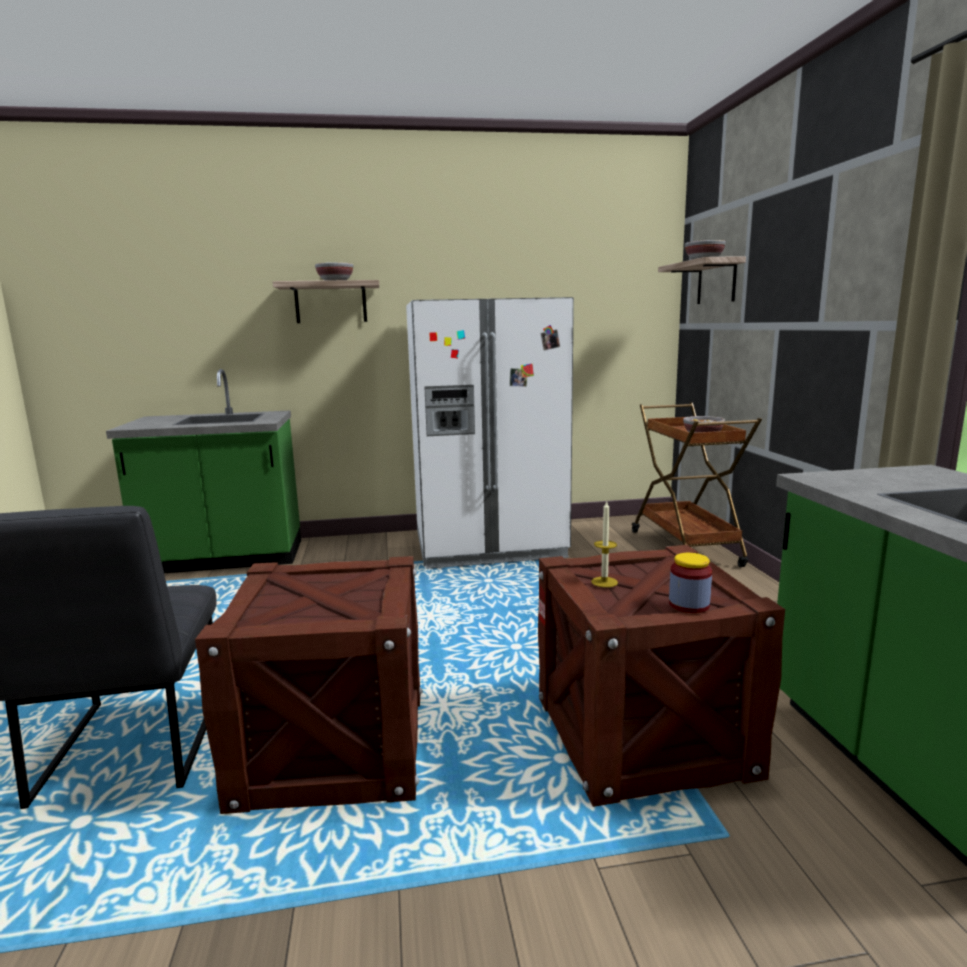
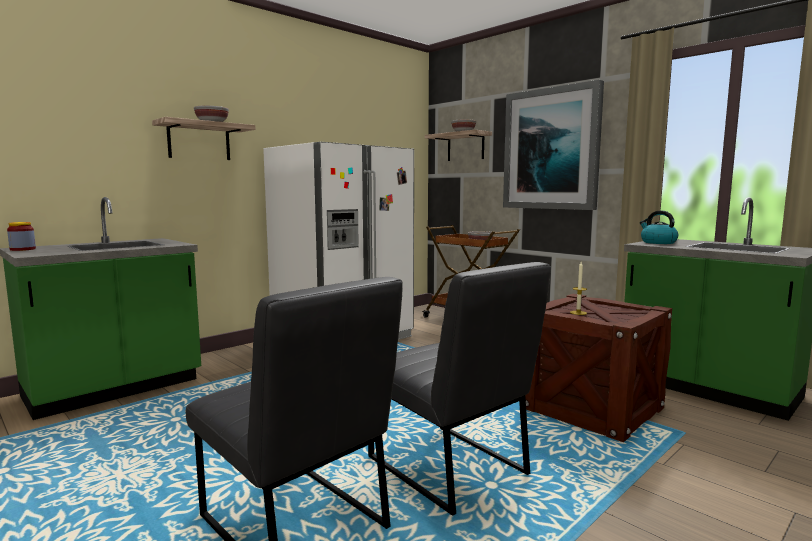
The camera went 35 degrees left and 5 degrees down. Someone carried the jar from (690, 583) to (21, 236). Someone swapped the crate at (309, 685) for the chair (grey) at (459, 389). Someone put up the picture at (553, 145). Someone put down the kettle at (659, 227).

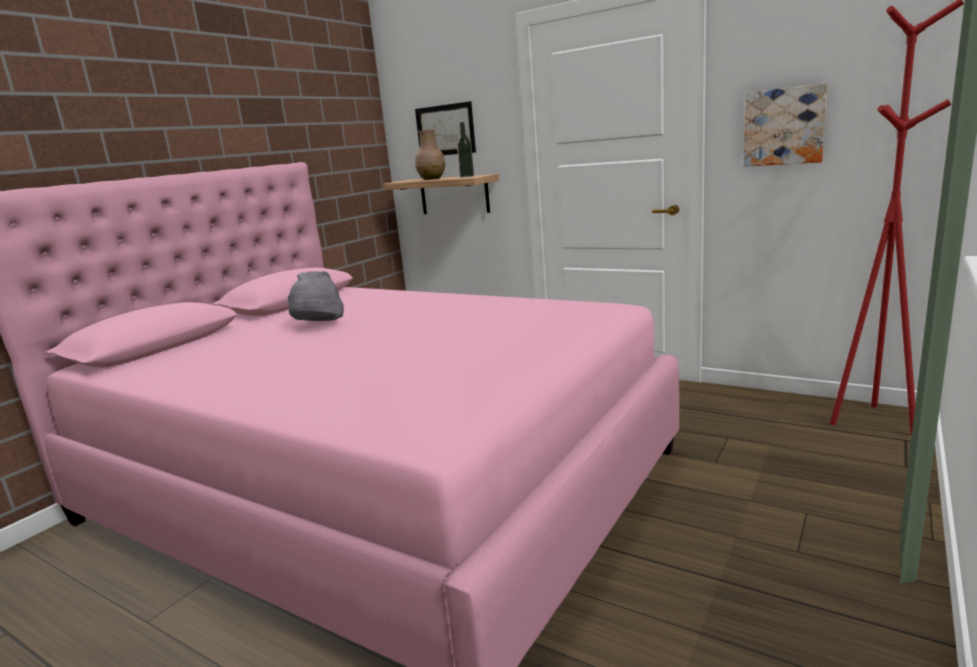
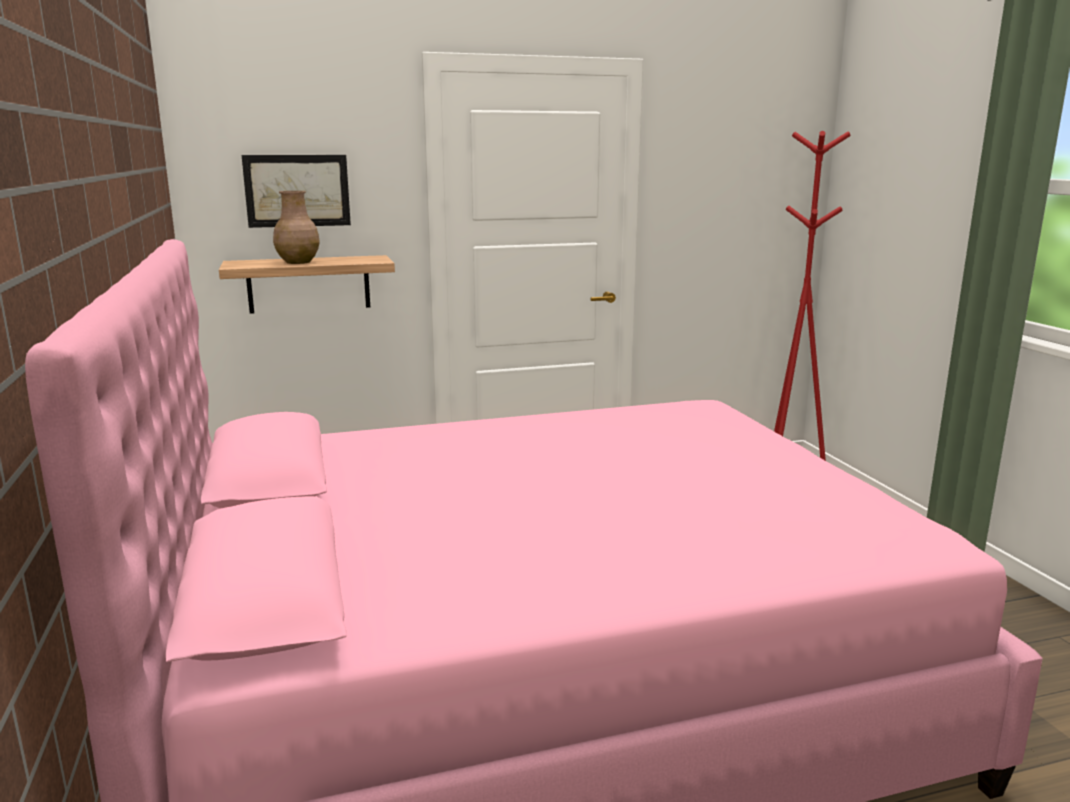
The camera went 50 degrees left and 0 degrees up. Someone took away the hat (grey) at (316, 296). Someone took away the bottle at (465, 149). Someone took away the picture at (785, 125).

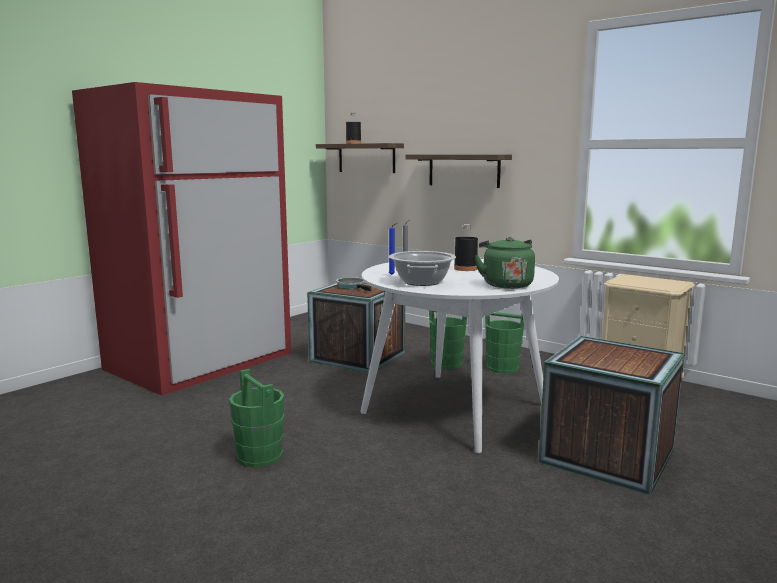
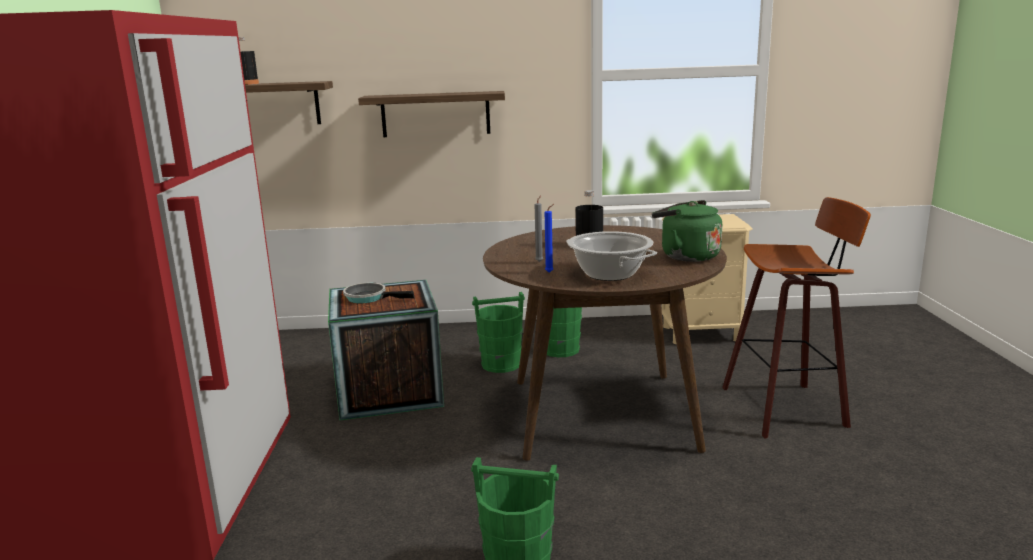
The camera went 40 degrees left and 5 degrees up. Someone repainted the dining table (white) at (459, 356), which became the dining table (brown) at (605, 343). Someone swapped the crate at (611, 415) for the stool at (796, 318).

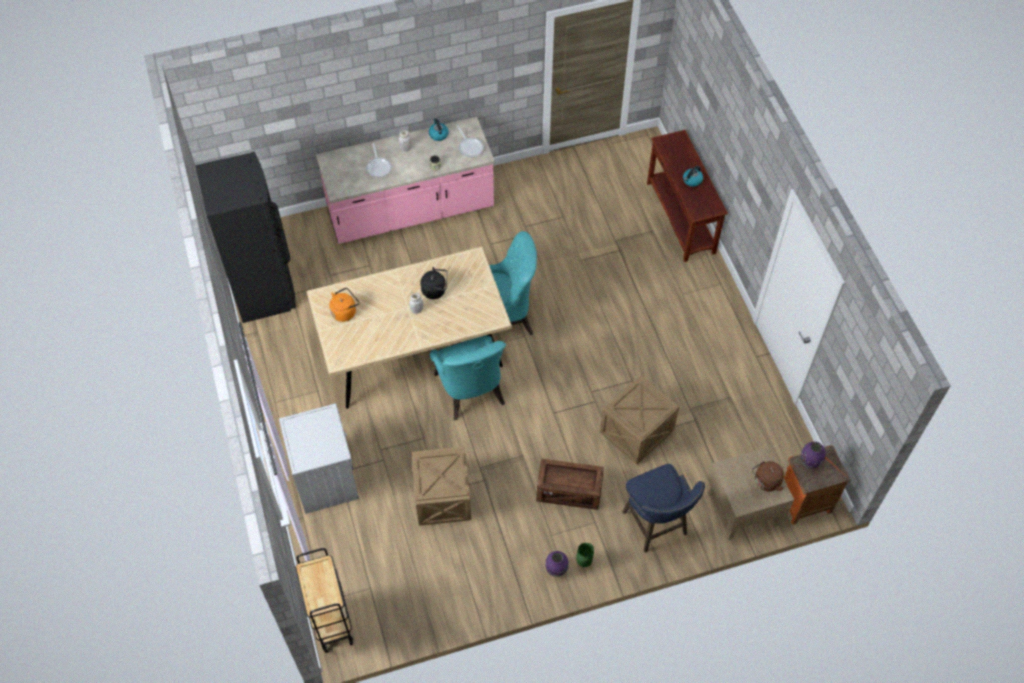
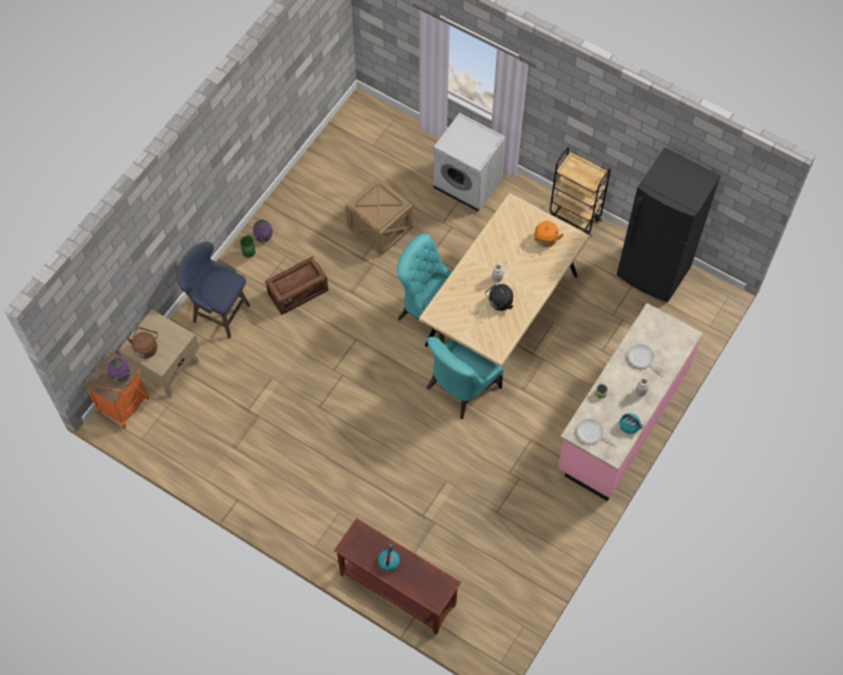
The camera went 140 degrees right and 5 degrees up. Someone carried the cart (brown) from (324, 600) to (580, 191). Someone took away the crate at (639, 419).

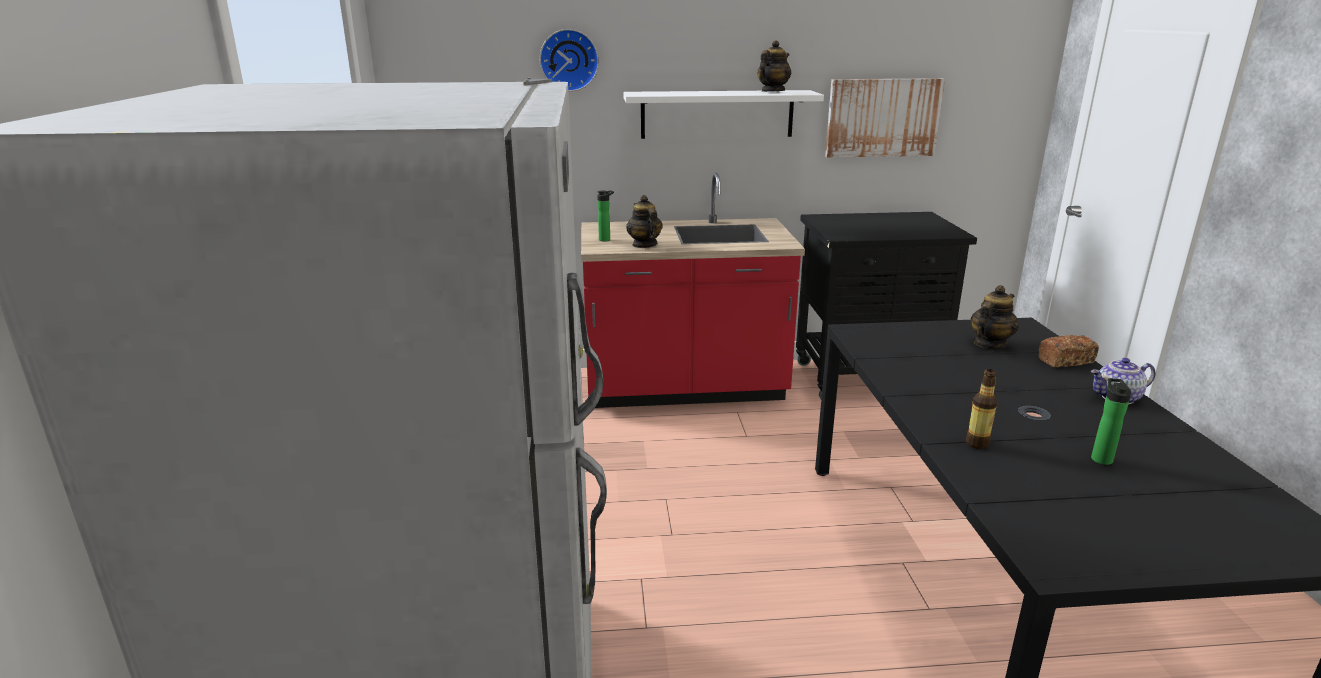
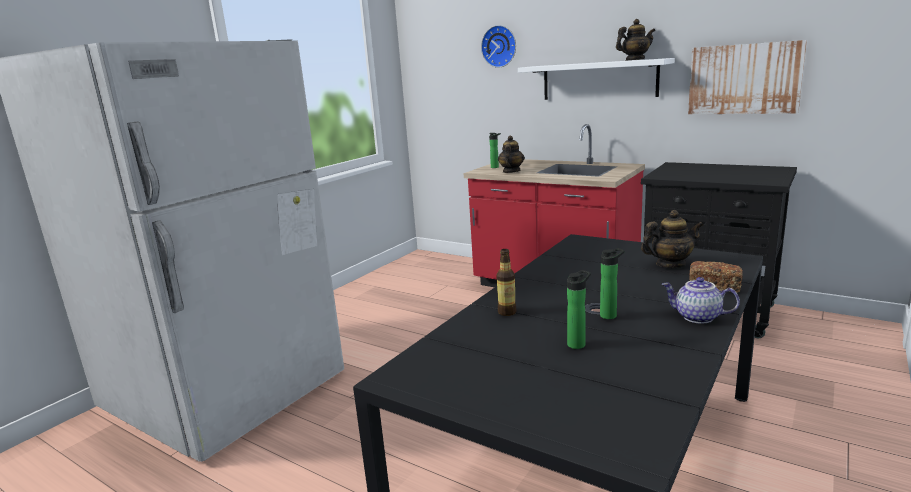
The camera went 40 degrees right and 5 degrees down. Someone put down the bottle at (612, 283).

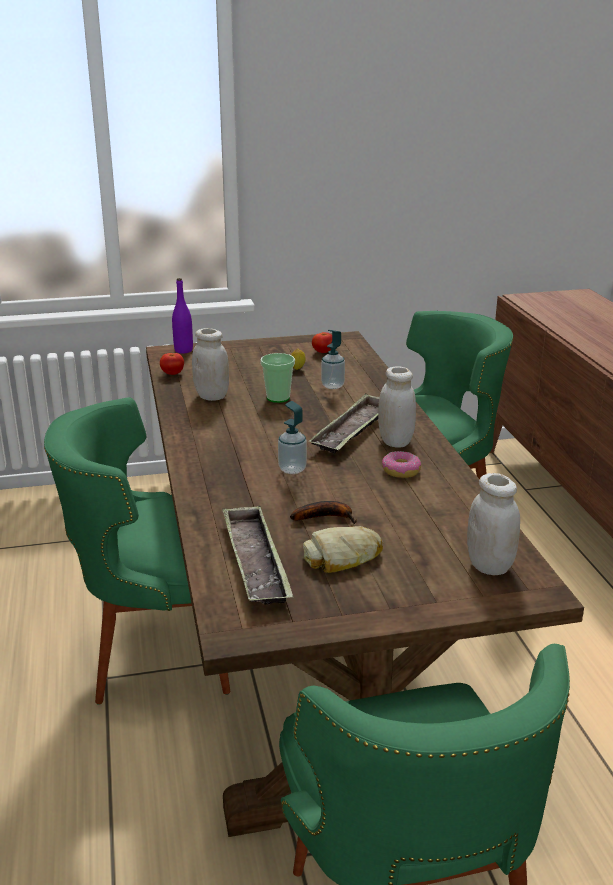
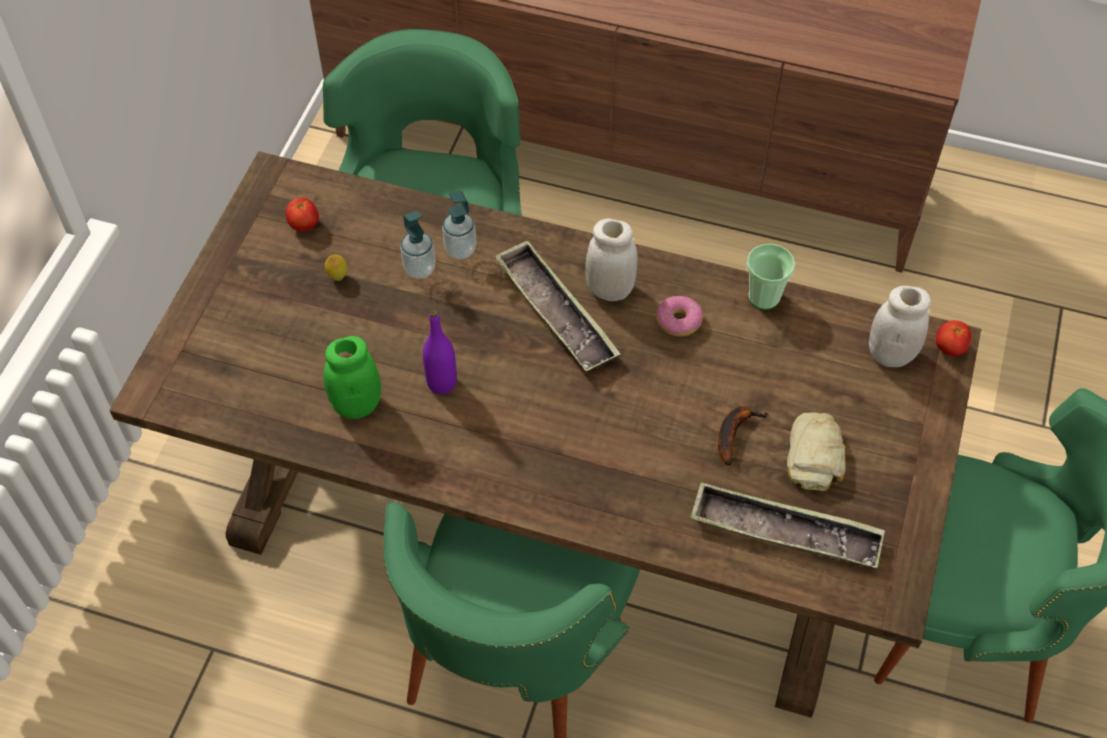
The camera went 60 degrees left and 30 degrees up. Someone repainted the jar (white) at (210, 364), which became the jar (green) at (352, 377). Someone carried the bottle (purple) from (182, 316) to (440, 352). Someone carried the soap dispenser from (292, 437) to (459, 225). Someone carried the cup from (277, 378) to (771, 277). Someone carried the tomato from (172, 364) to (953, 338).

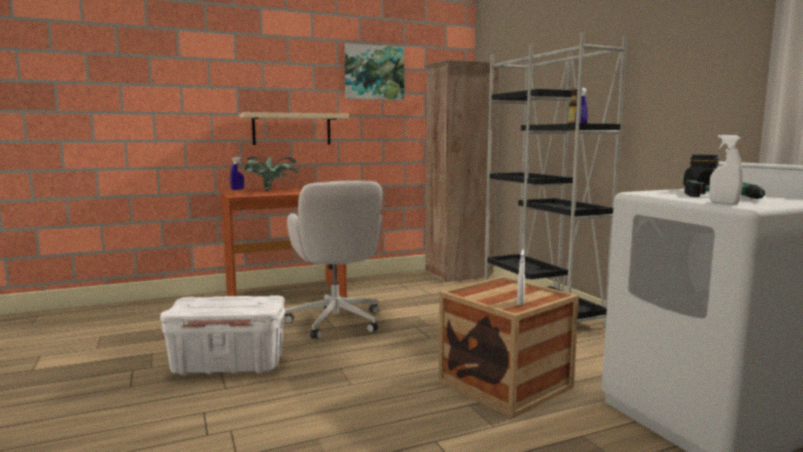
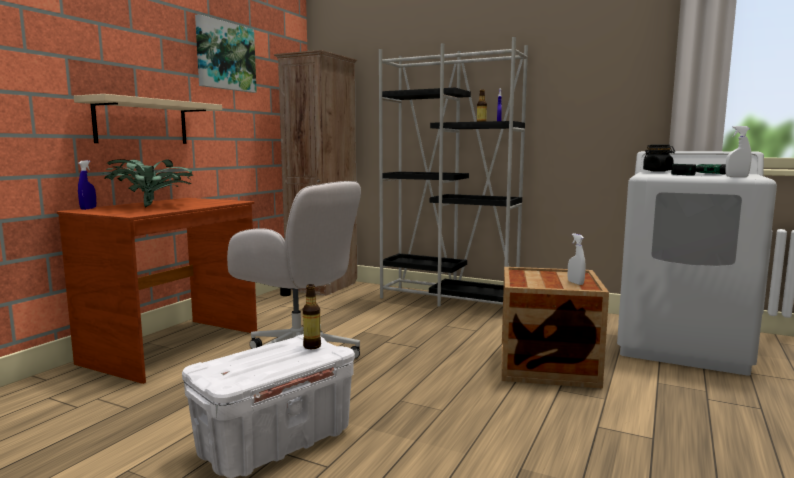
The camera went 40 degrees left and 0 degrees up. Someone put down the bottle at (312, 316).

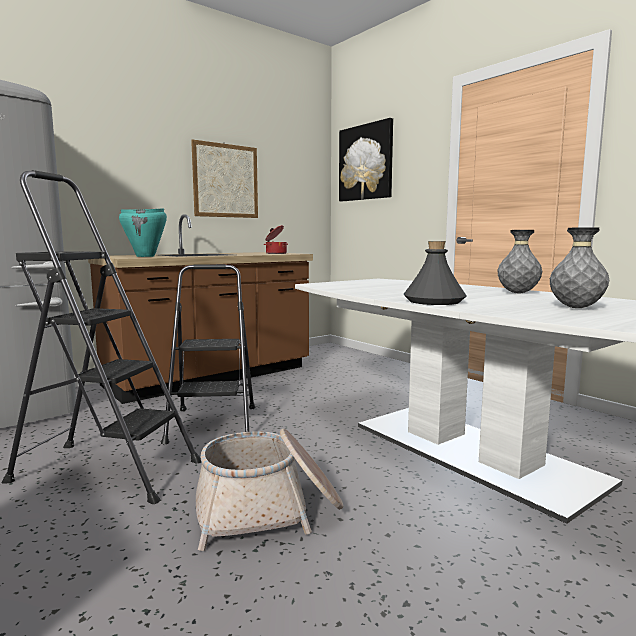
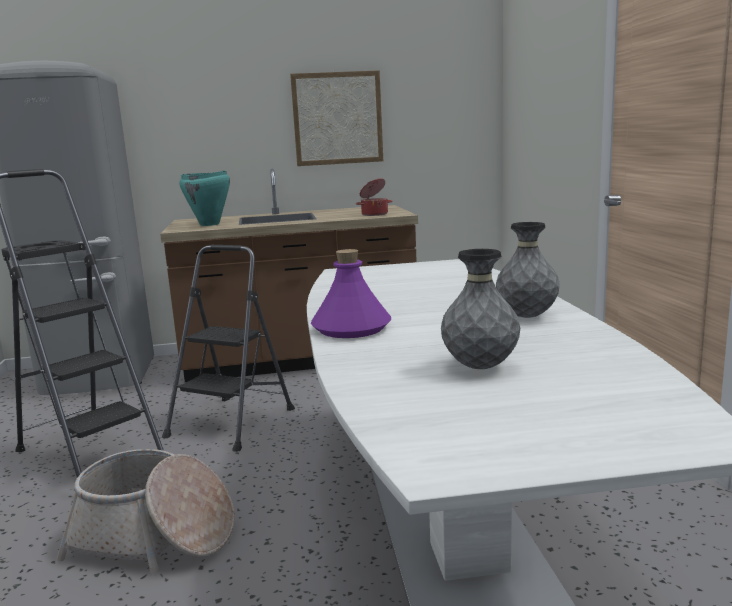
The camera went 30 degrees right and 5 degrees up. Someone repainted the bottle (grey) at (435, 273), which became the bottle (purple) at (351, 293). Someone took away the picture at (366, 159).

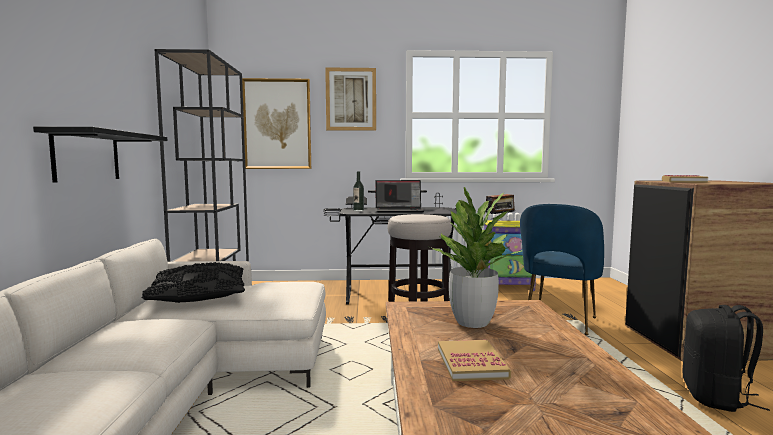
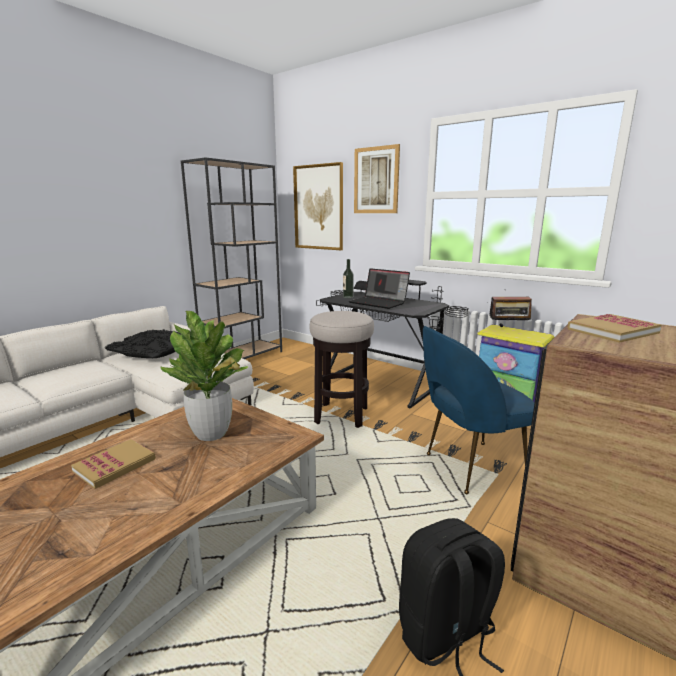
The camera went 40 degrees right and 10 degrees up. Someone took away the shelf (black) at (100, 155).

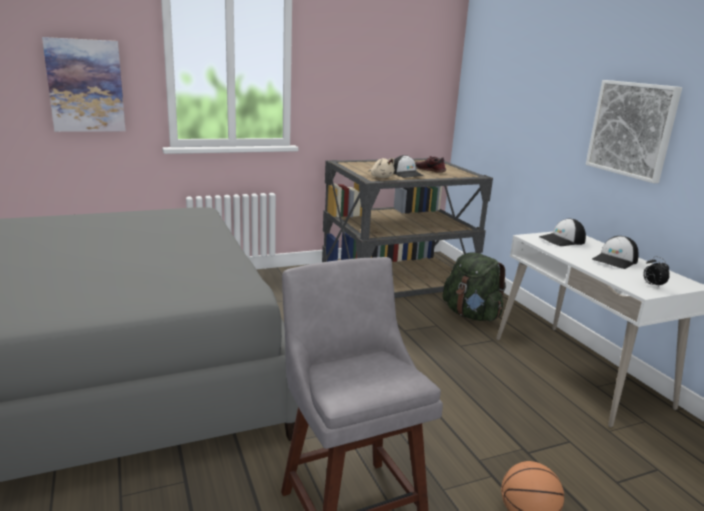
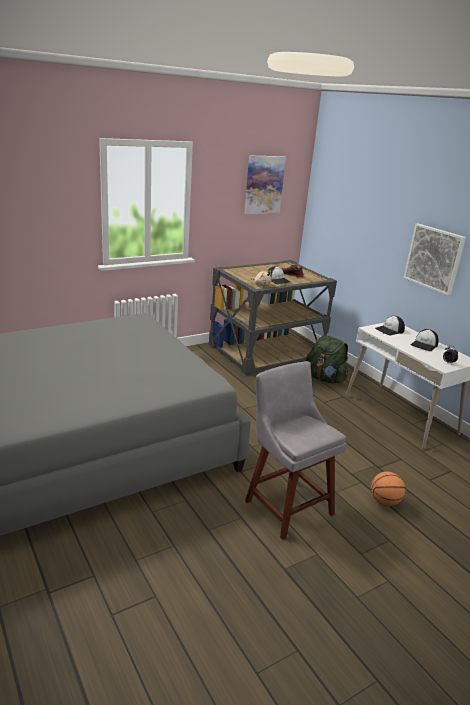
The camera went 10 degrees left and 5 degrees up. Someone carried the picture from (84, 84) to (265, 185).

